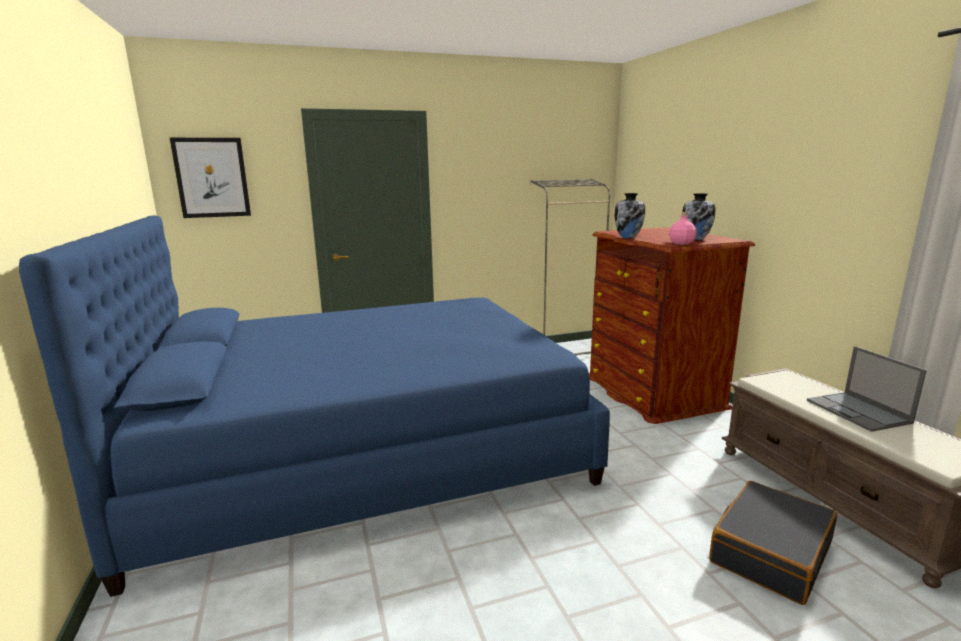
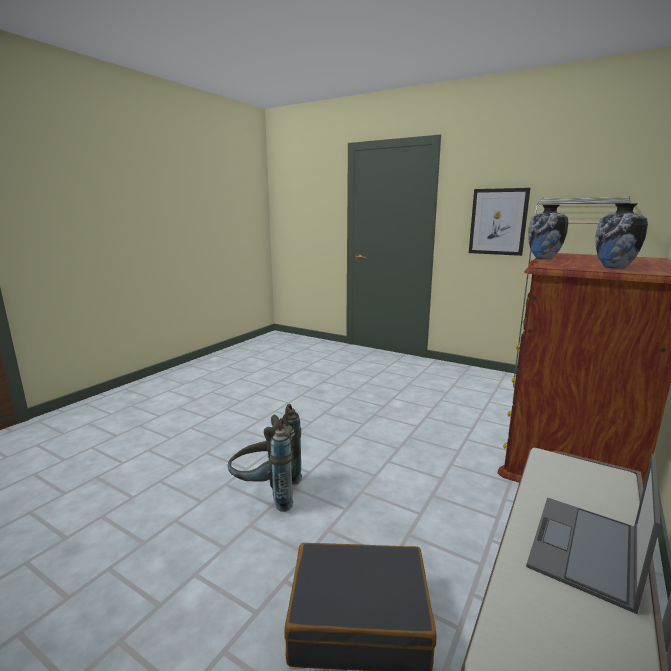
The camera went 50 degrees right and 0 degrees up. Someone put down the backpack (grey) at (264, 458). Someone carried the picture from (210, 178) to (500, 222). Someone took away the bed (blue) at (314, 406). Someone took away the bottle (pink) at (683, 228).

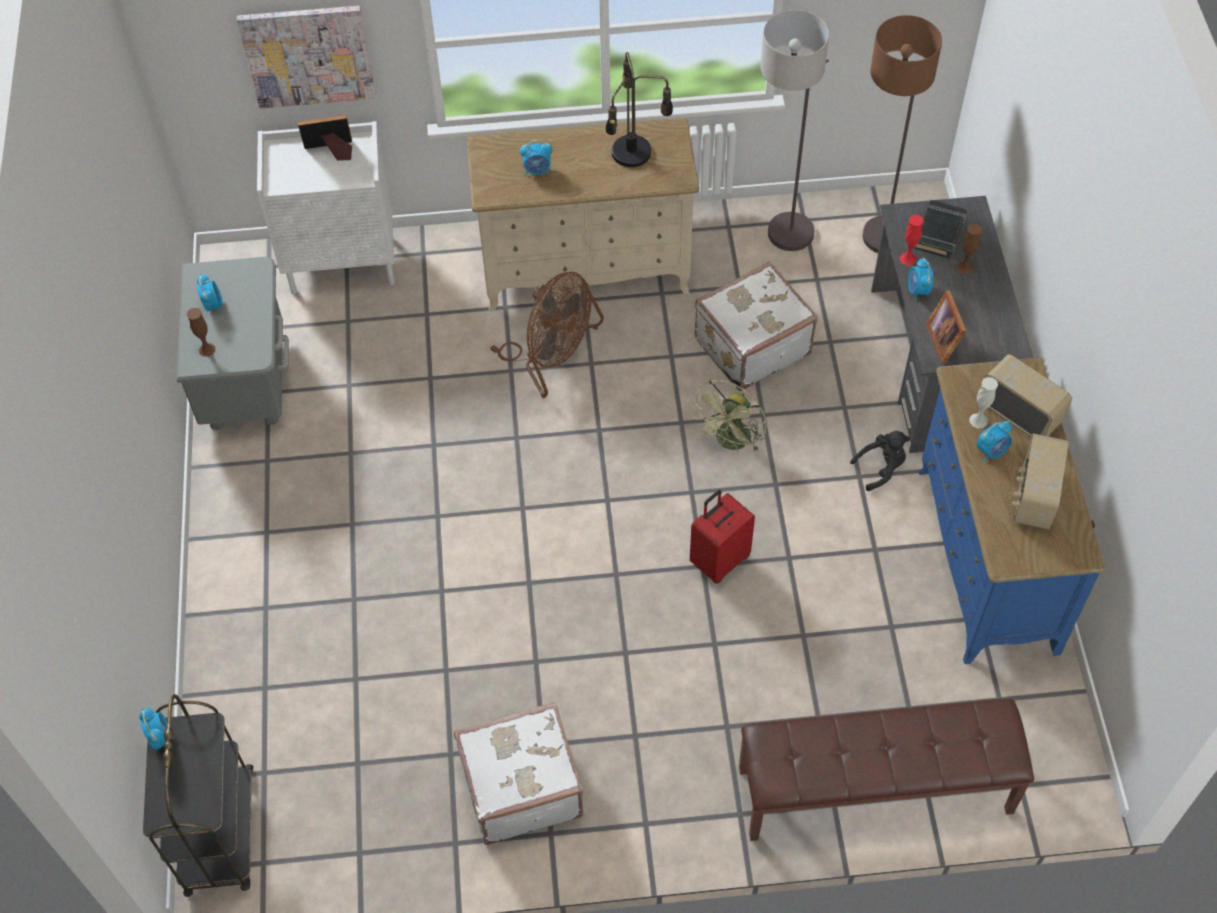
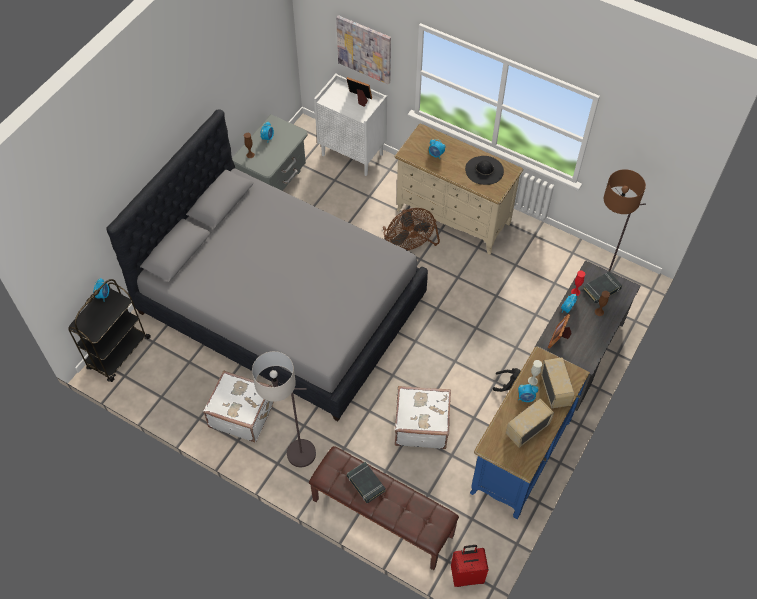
The camera went 35 degrees right and 0 degrees up. Someone put down the bed (grey) at (267, 265). Someone carried the floor lamp (grey) from (794, 130) to (284, 409). Someone put down the book (black) at (366, 482). Someone carried the suitcase (white) from (756, 326) to (423, 417). Someone carried the suitcase (red) from (722, 537) to (470, 566). Someone swapped the table lamp at (639, 109) for the hat (black) at (484, 170). Someone took away the fan (green) at (728, 416).

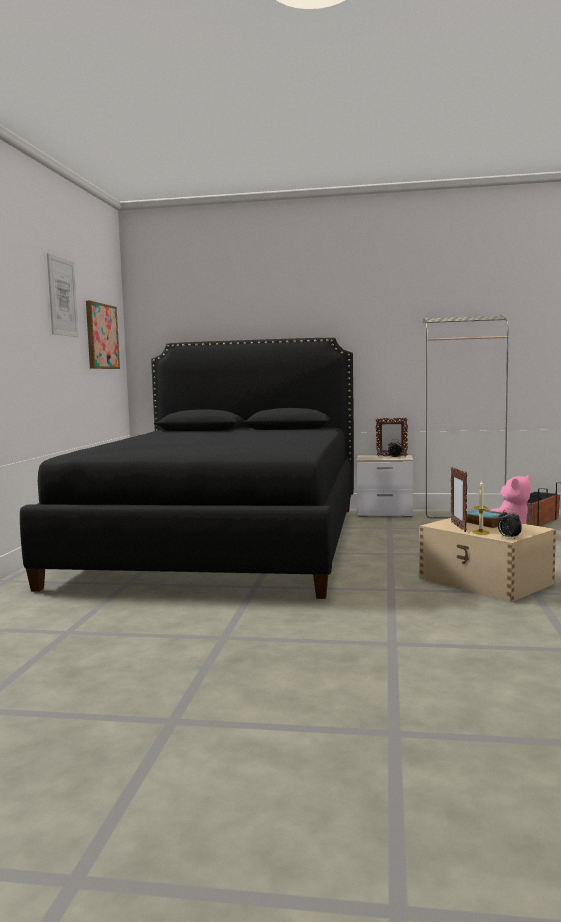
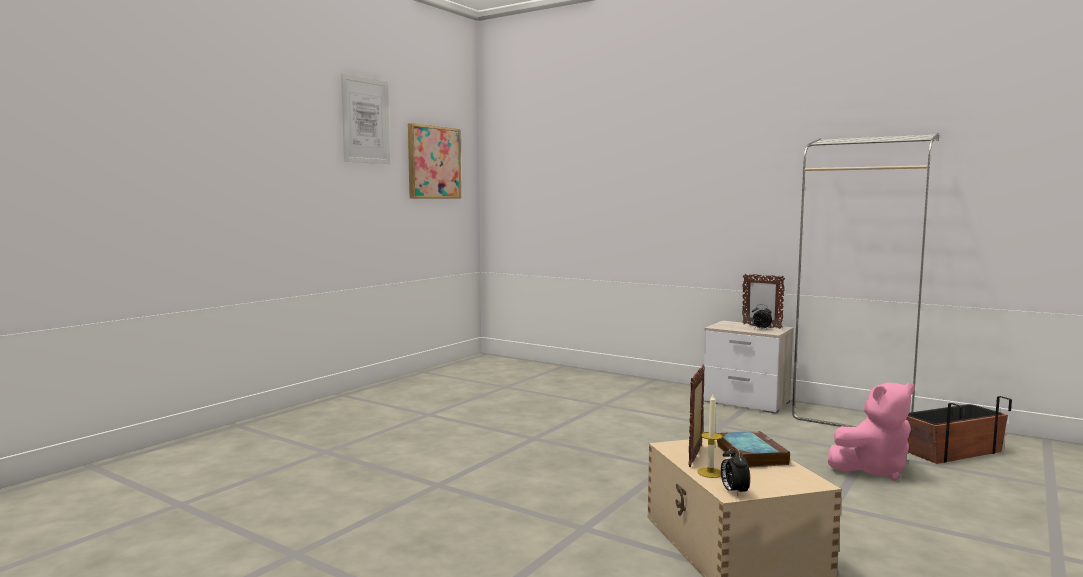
The camera went 25 degrees right and 0 degrees up. Someone took away the bed (black) at (187, 468).

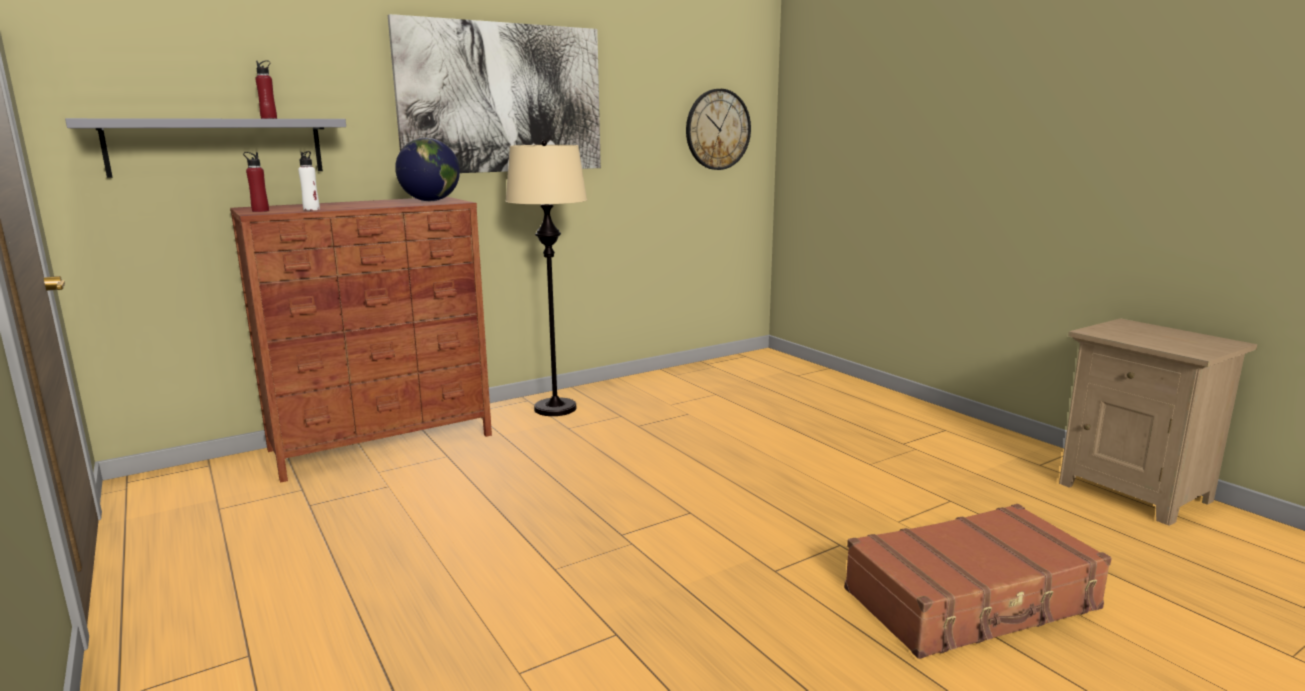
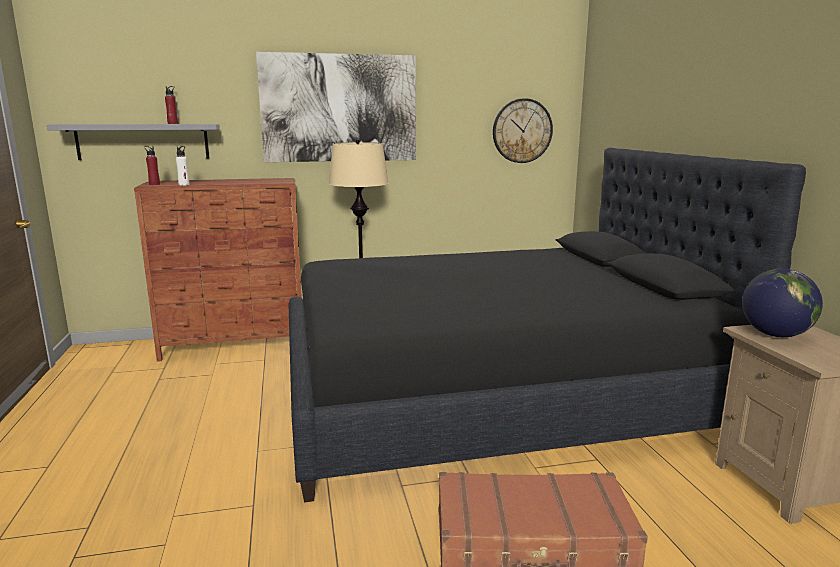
The camera went 20 degrees right and 0 degrees up. Someone put down the bed (black) at (547, 325). Someone carried the globe from (427, 169) to (782, 303).

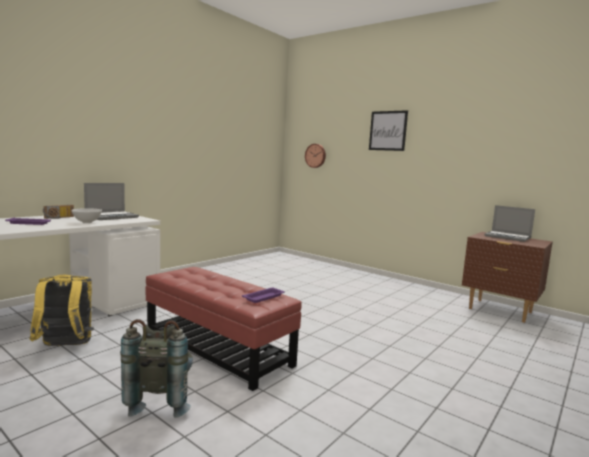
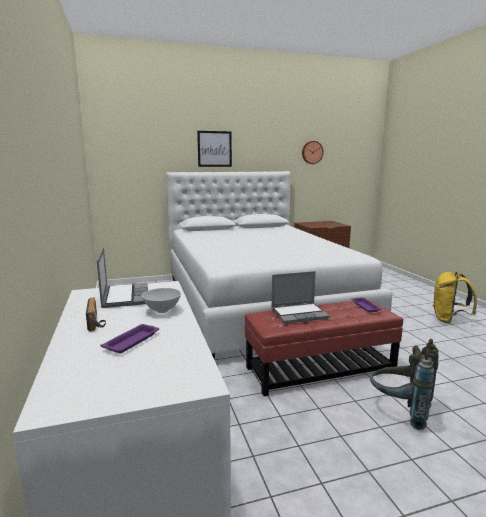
The camera went 55 degrees left and 5 degrees up. Someone put down the bed (white) at (279, 265). Someone carried the laptop from (509, 223) to (300, 297). Someone carried the wall clock from (315, 156) to (313, 152). Someone carried the backpack (yellow) from (62, 310) to (455, 297).

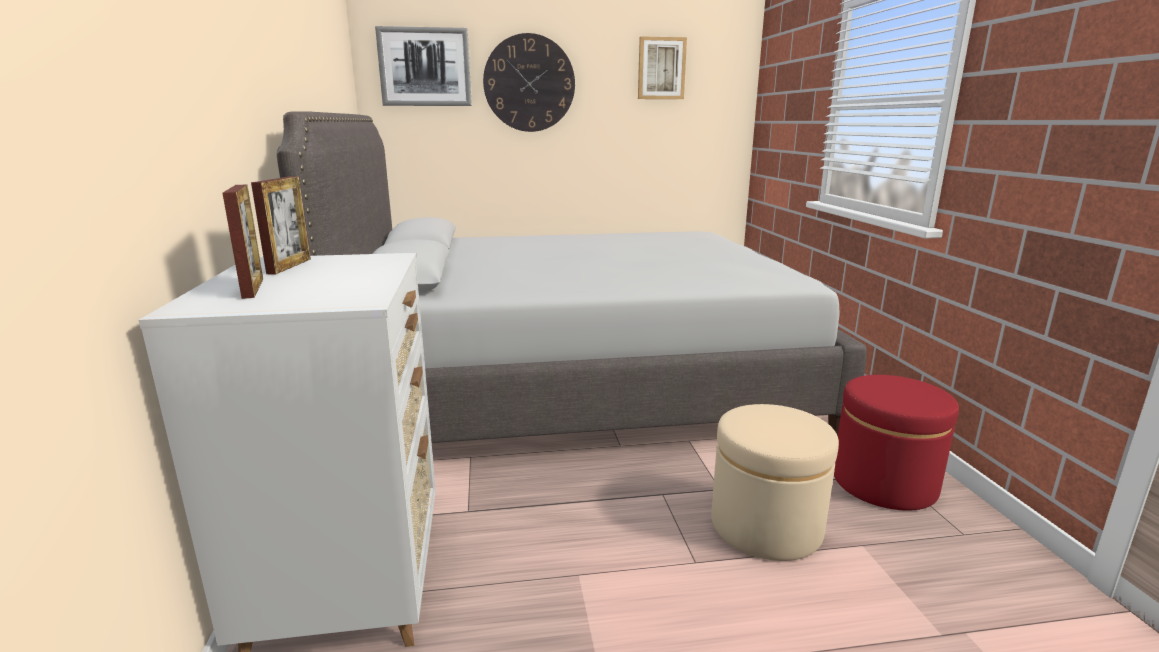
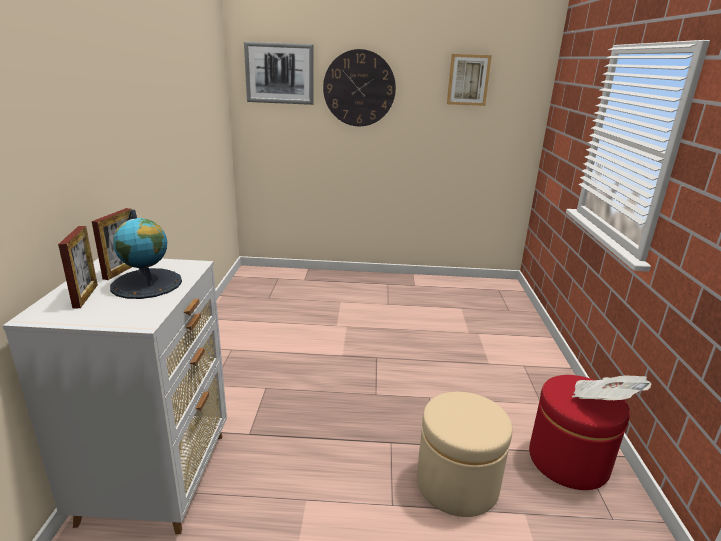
The camera went 10 degrees right and 5 degrees up. Someone put down the globe at (146, 254). Someone put down the newspaper at (611, 387). Someone took away the bed (grey) at (572, 277).

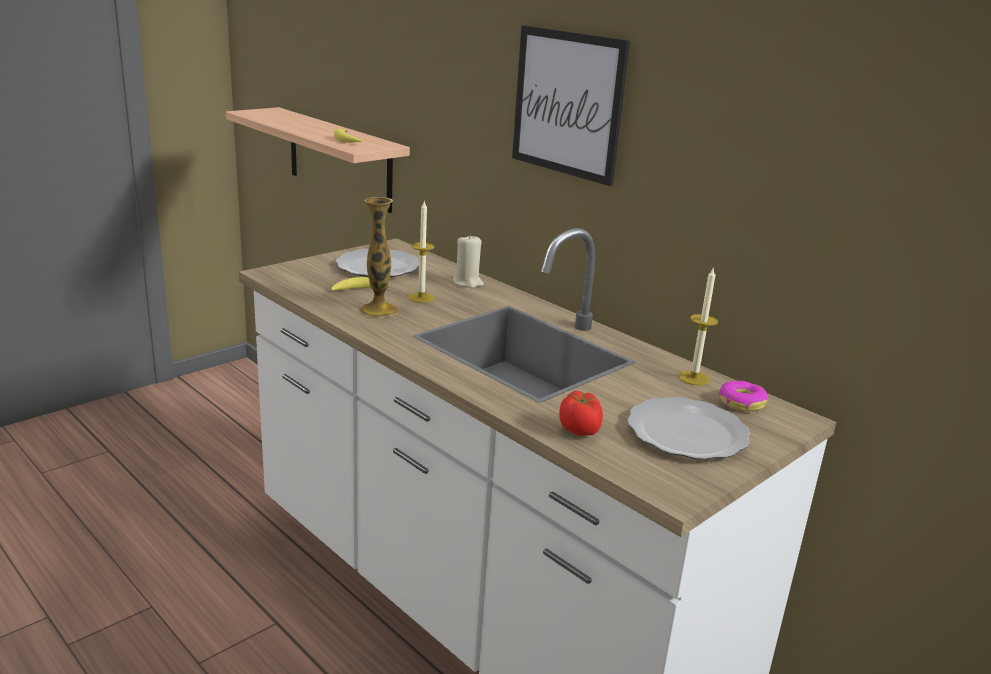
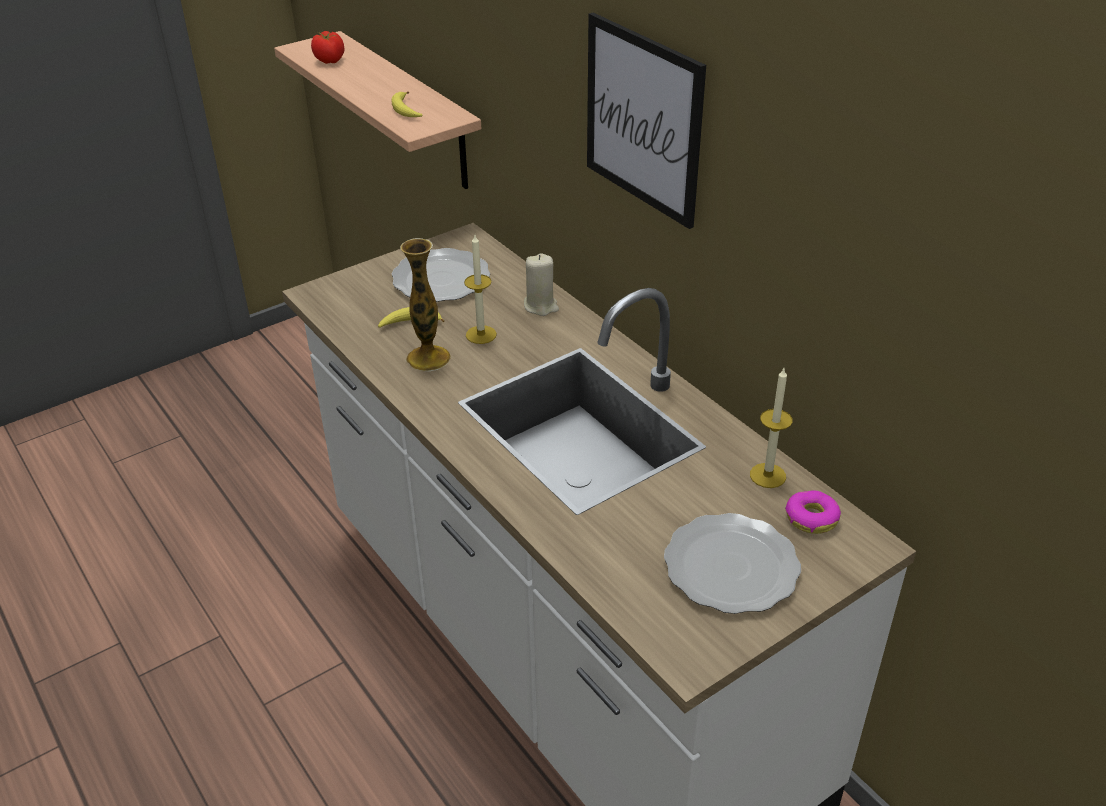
The camera went 10 degrees right and 15 degrees up. Someone carried the tomato from (581, 413) to (328, 47).

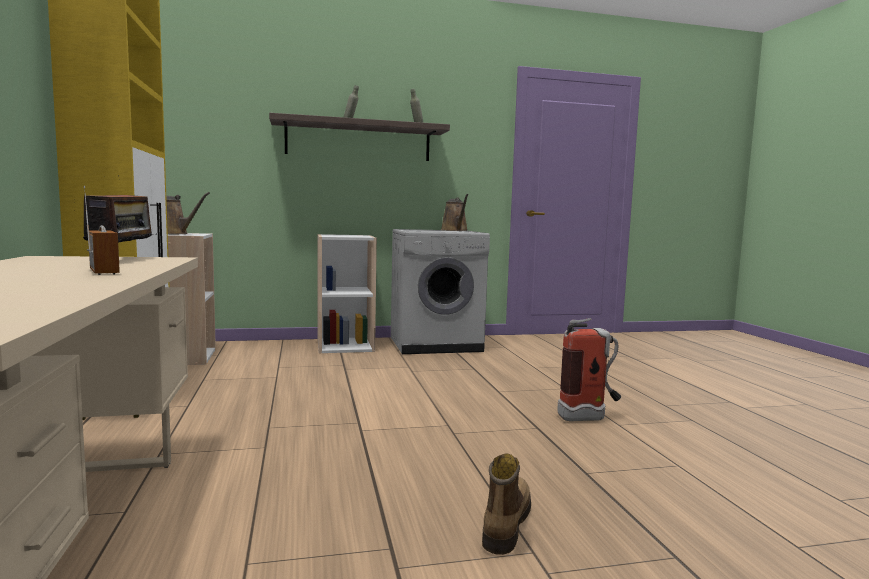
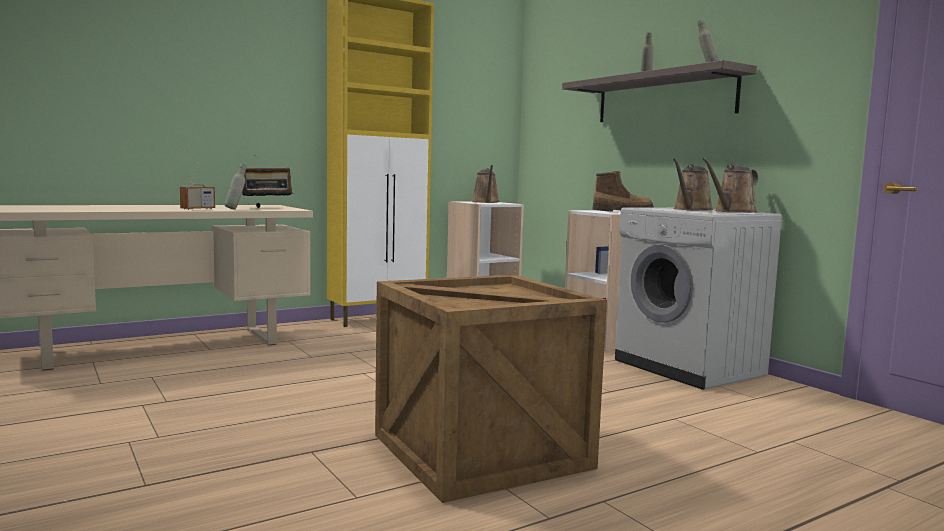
The camera went 70 degrees right and 0 degrees up. Someone put down the bottle (grey) at (235, 187). Someone swapped the fire extinguisher at (589, 369) for the crate at (491, 389). Someone carried the boot from (506, 504) to (623, 191). Someone put down the watering can (brown) at (693, 184).

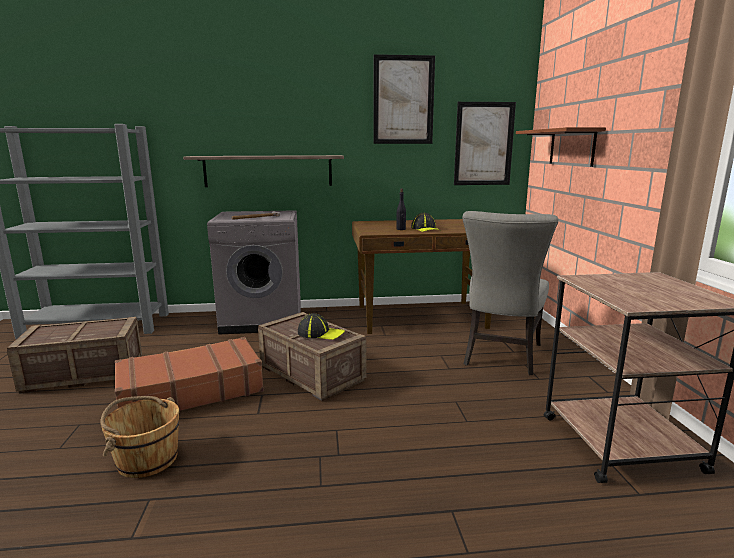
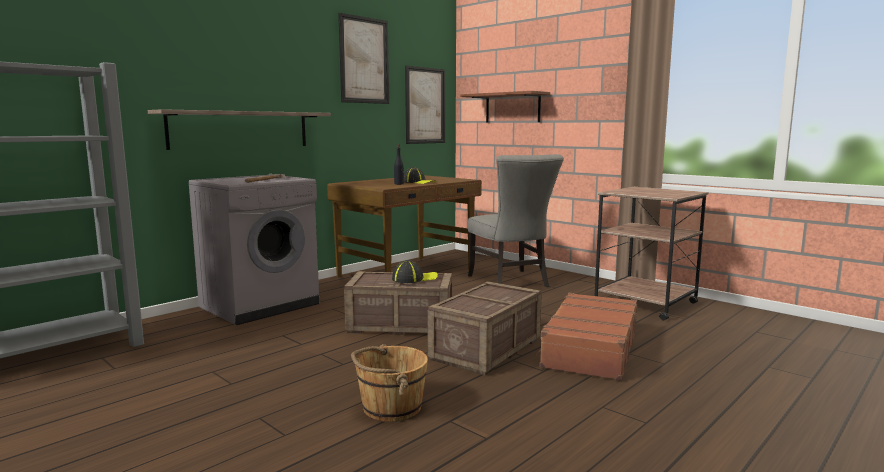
The camera went 40 degrees left and 5 degrees down. Someone carried the crate from (74, 355) to (484, 328). Someone carried the suitcase (brown) from (189, 374) to (586, 337).

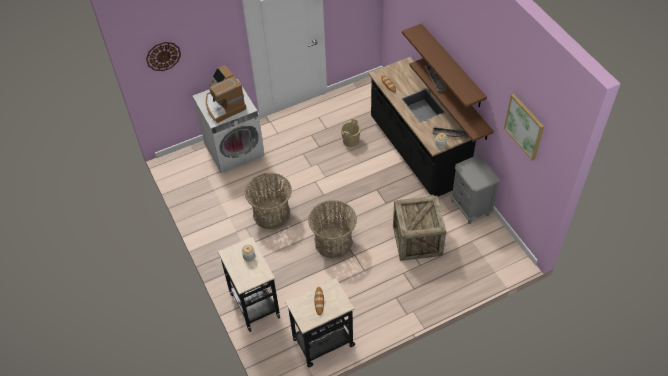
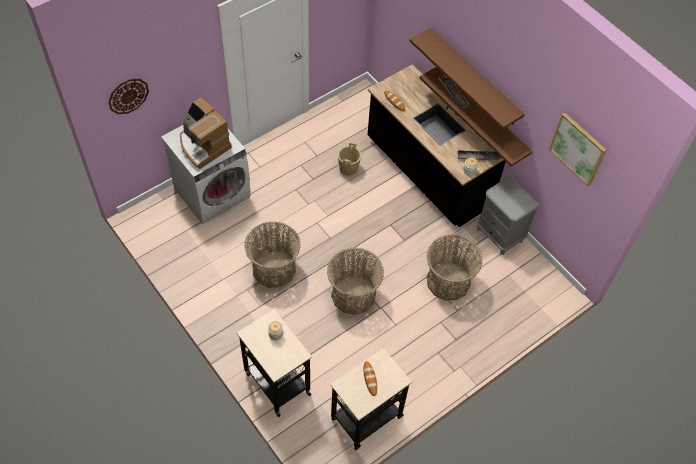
The camera went 15 degrees left and 5 degrees up. Someone swapped the crate at (419, 228) for the basket at (455, 267).

